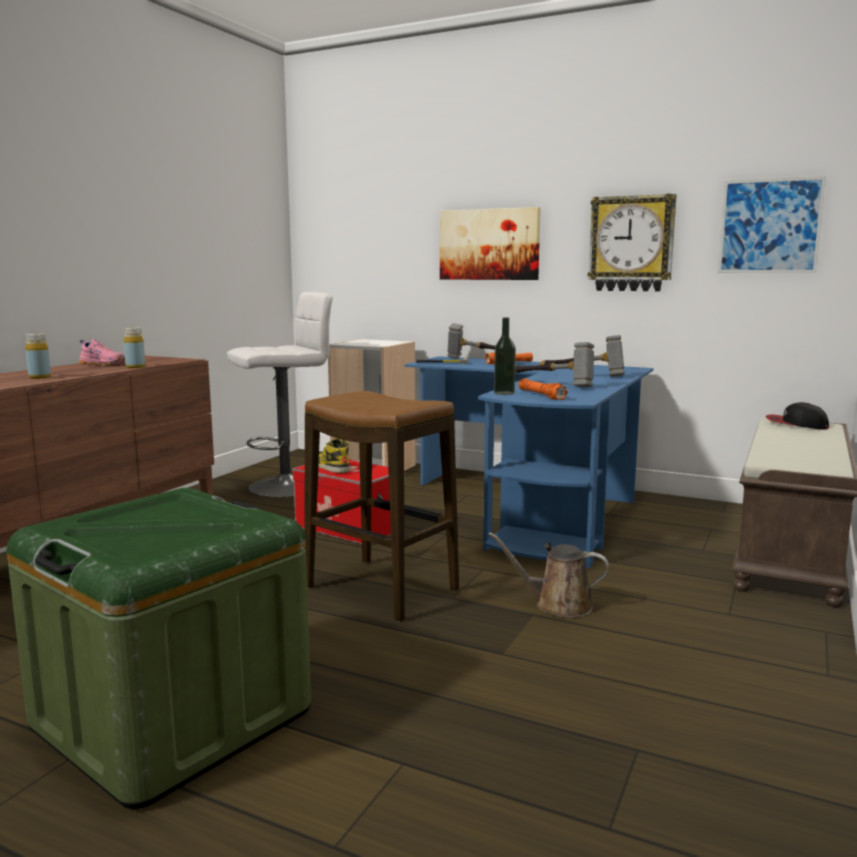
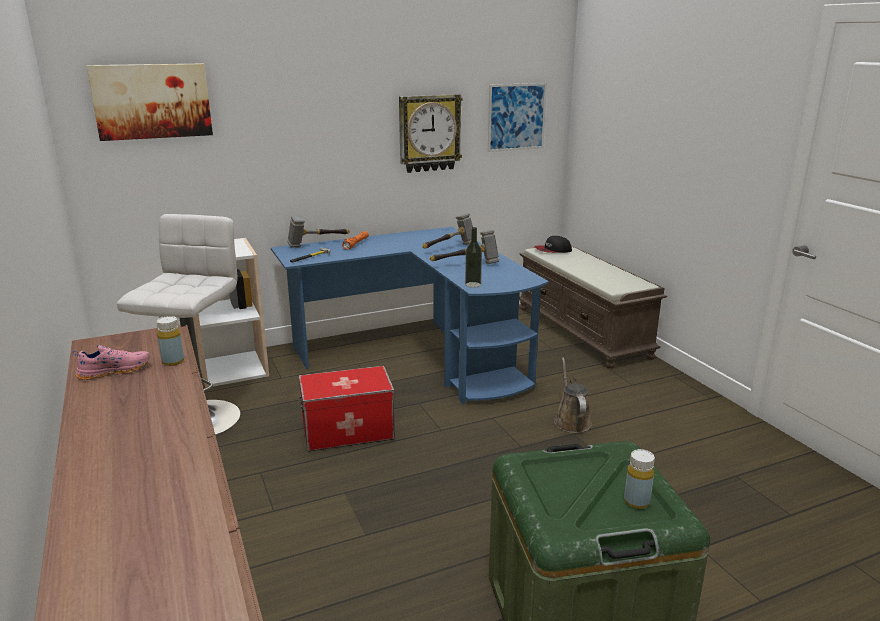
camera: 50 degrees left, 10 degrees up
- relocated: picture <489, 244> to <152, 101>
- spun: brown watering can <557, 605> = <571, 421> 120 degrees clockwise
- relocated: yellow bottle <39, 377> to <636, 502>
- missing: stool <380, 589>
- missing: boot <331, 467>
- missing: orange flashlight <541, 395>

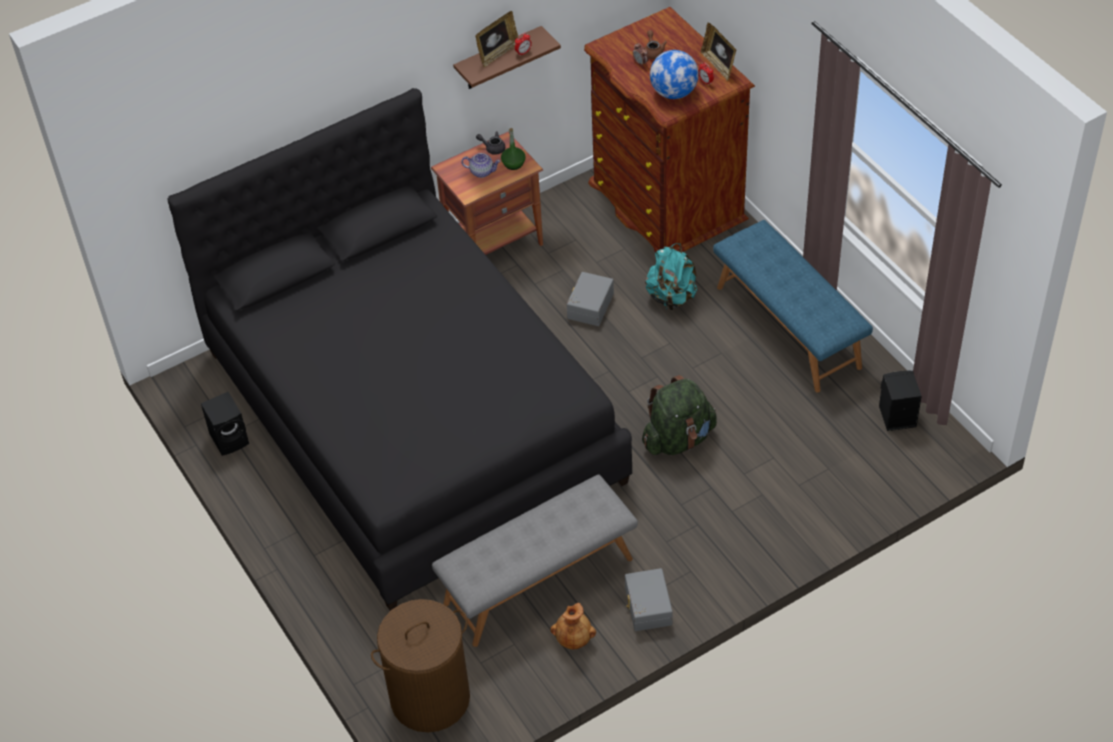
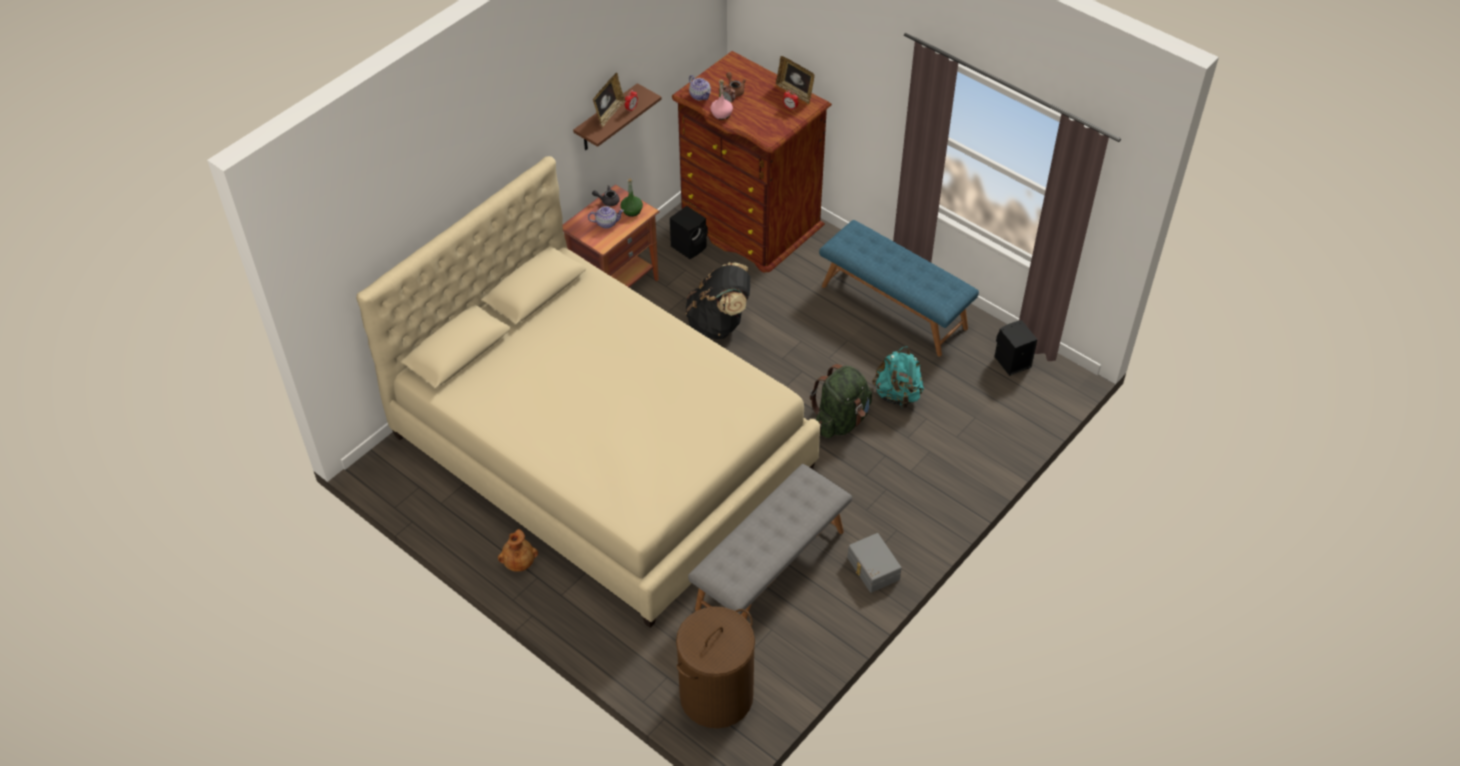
camera: 20 degrees left, 0 degrees up
- colour: black bed <413, 415> to beige bed <602, 451>
- relocated: brown vase <574, 638> to <519, 562>
- relocated: black speaker <231, 438> to <689, 246>
- exchanged: grey storage box <589, 305> to black backpack <719, 323>
- appeared: teapot <700, 95>
- appeared: pink bottle <721, 114>
- relocated: turquoise backpack <672, 297> to <897, 395>
- missing: globe <674, 93>

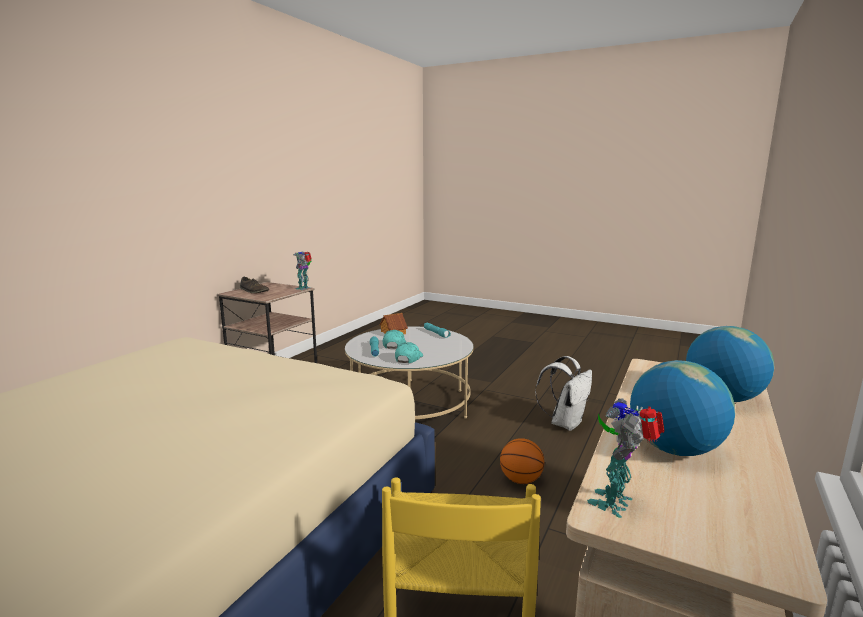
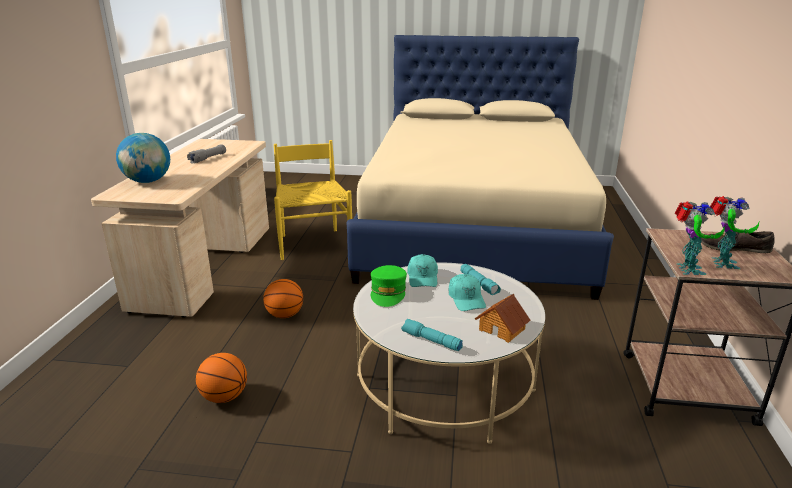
camera: 160 degrees right, 10 degrees up
- exchanged: globe <674, 449> to grey flashlight <208, 158>
- exchanged: white backpack <565, 423> to basketball <224, 397>
- appeared: green cap <388, 293>
- relocated: toy robot <616, 502> to <721, 263>

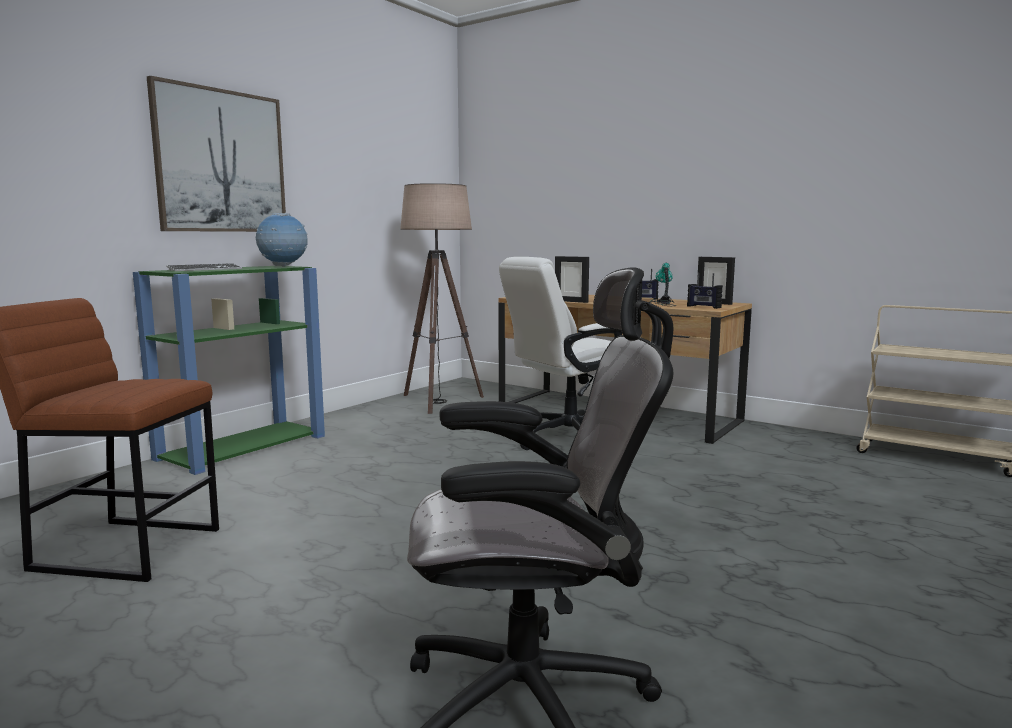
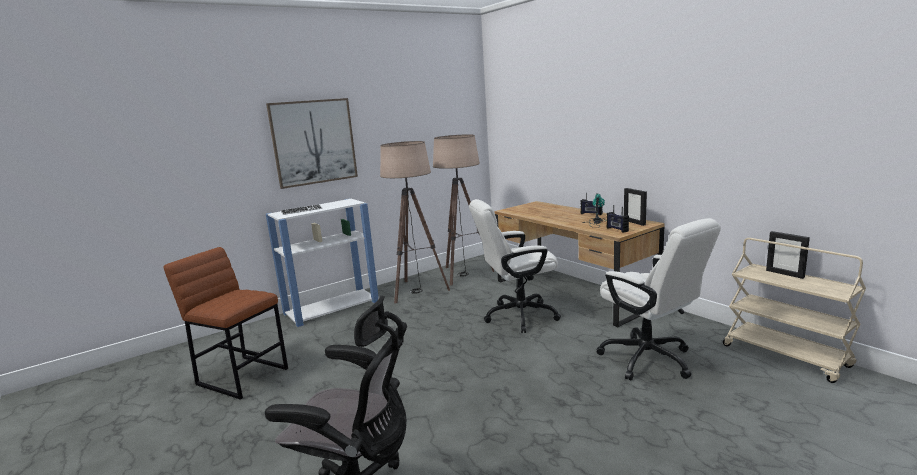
camera: 20 degrees right, 5 degrees up
- colour: green bookcase <244, 447> to white bookcase <332, 307>
- appeared: floor lamp <417, 291>
- appeared: white office chair <650, 361>
- relocated: picture frame <571, 301> to <785, 273>
- missing: globe <283, 266>

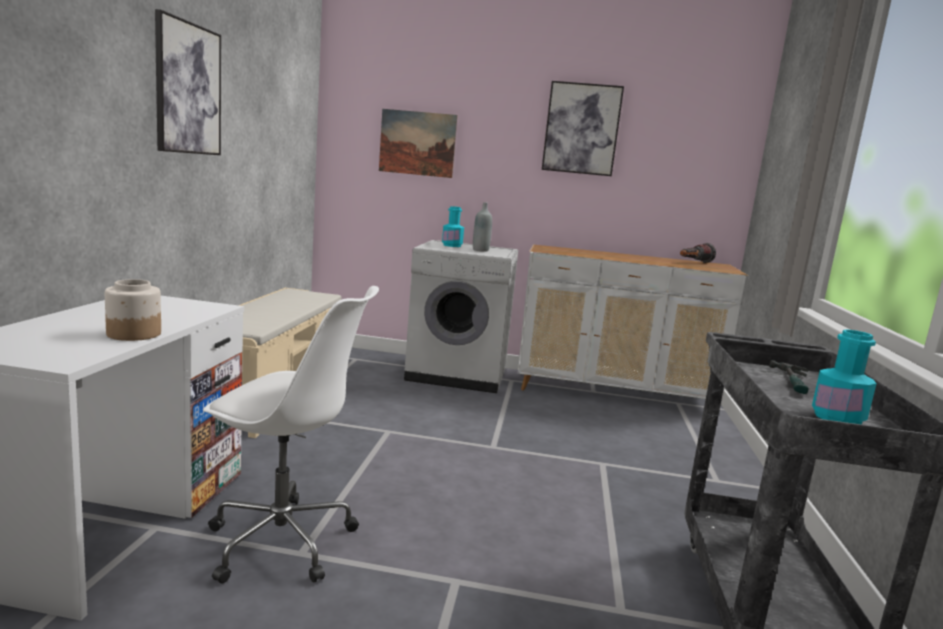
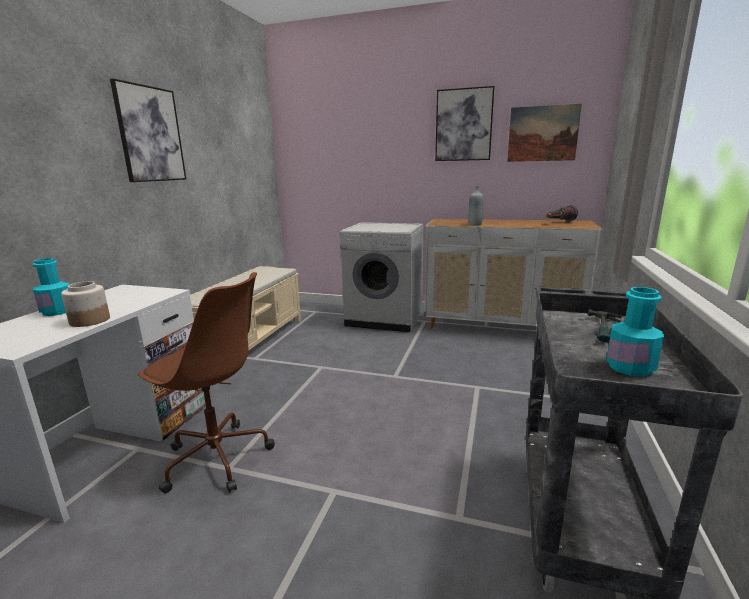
camera: 10 degrees right, 5 degrees up
- relocated: turquoise bottle <452, 245> to <58, 311>
- colour: white office chair <285, 542> to brown office chair <220, 459>
- relocated: grey bottle <480, 250> to <474, 224>
- relocated: picture <417, 143> to <542, 133>

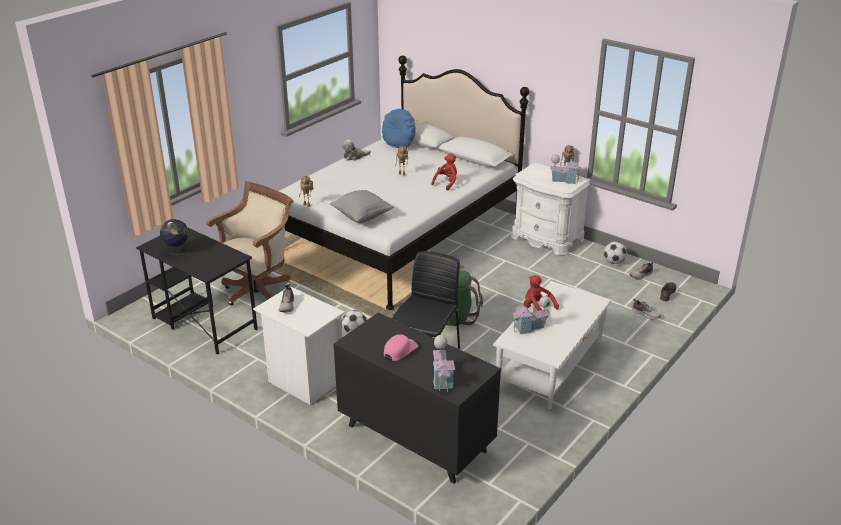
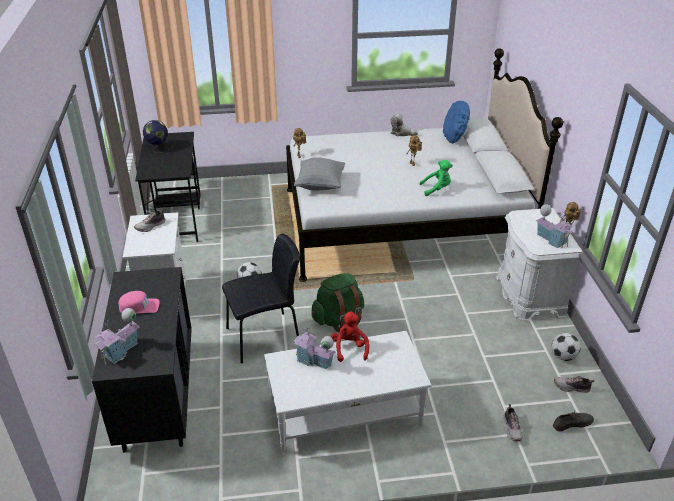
camera: 45 degrees right, 5 degrees up
- colour: red plush toy <446, 183> to green plush toy <436, 189>
- missing: office chair <258, 290>

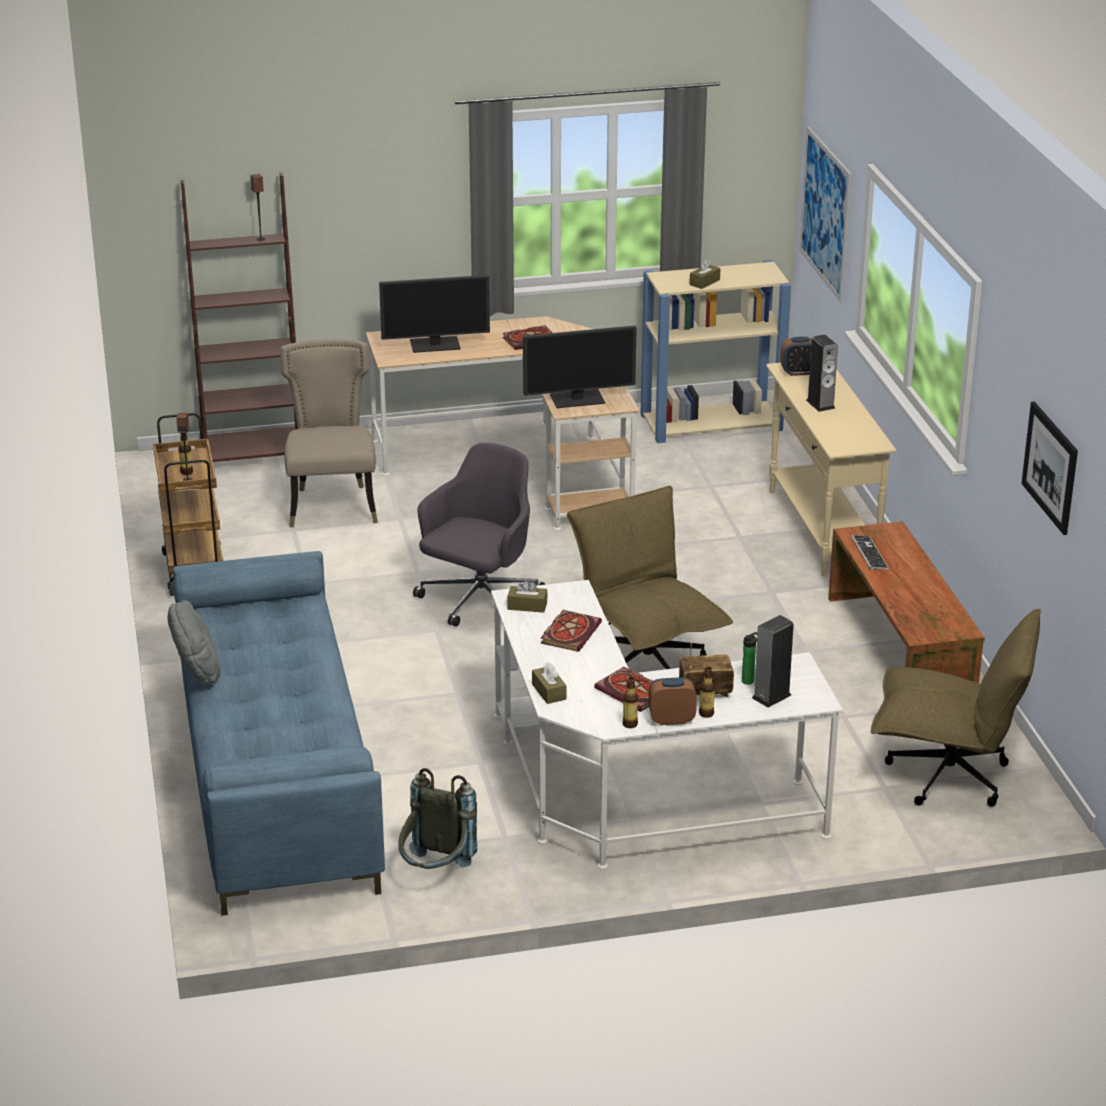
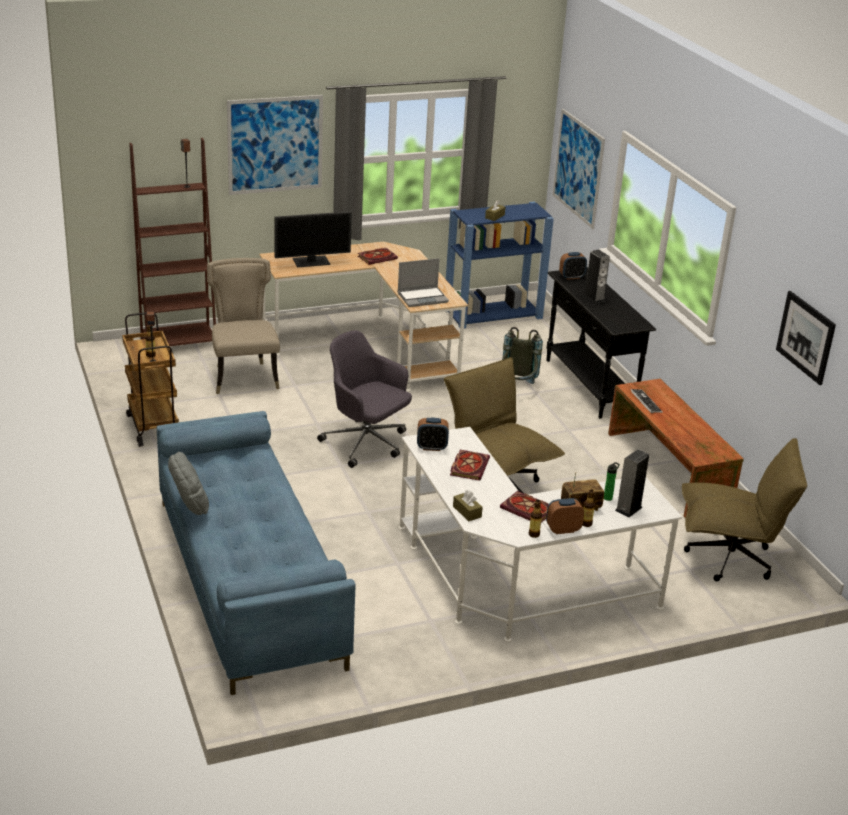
camera: 10 degrees left, 0 degrees up
- appeared: picture <275, 144>
- spun: grey office chair <479, 601> = <366, 444> 75 degrees counterclockwise
- exchanged: monitor <578, 399> to laptop <423, 297>
- exchanged: brown tissue box <527, 606> to alarm clock <431, 447>
- colour: beige bookcase <712, 422> to blue bookcase <494, 314>
- relocated: grey backpack <435, 873> to <517, 387>
- colour: beige console table <822, 530> to black console table <589, 386>

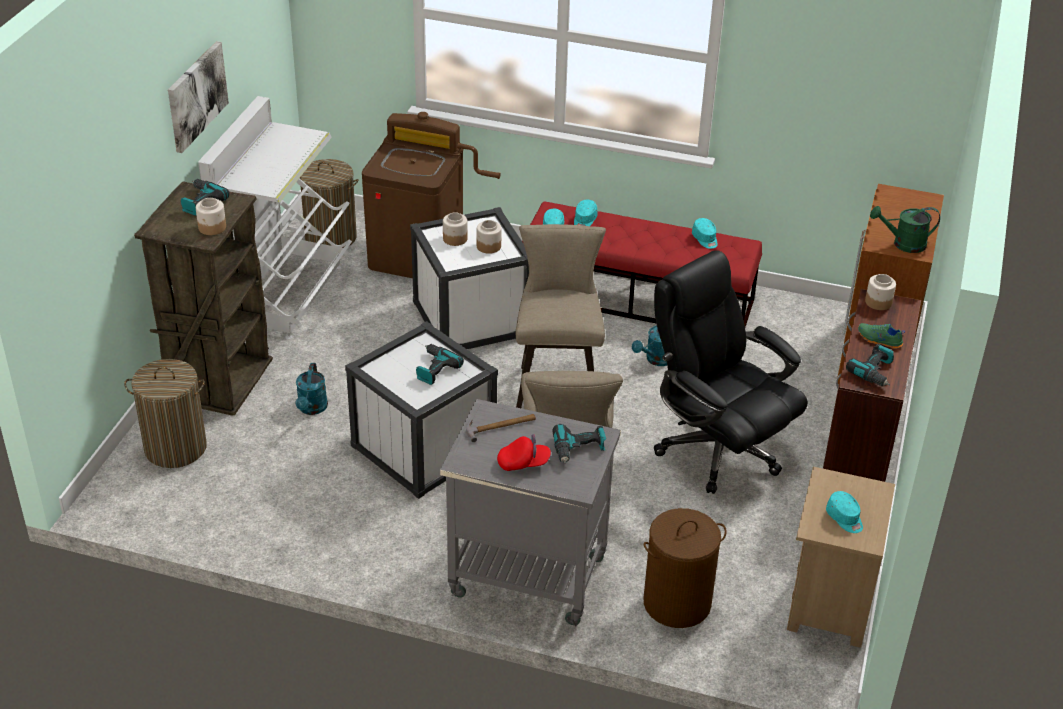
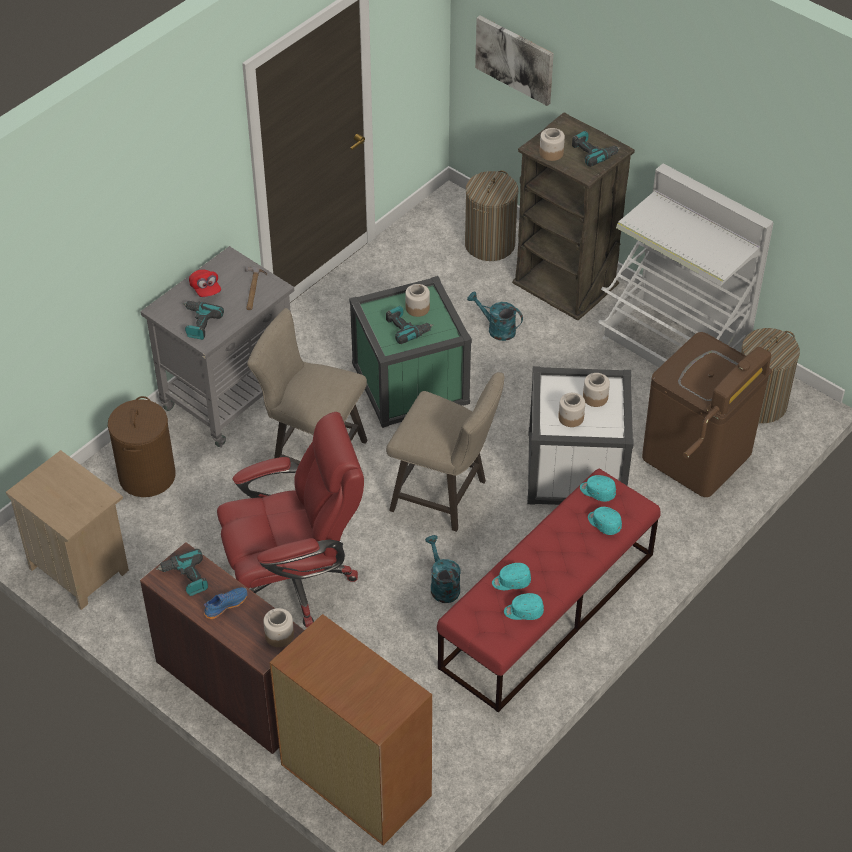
camera: 115 degrees right, 10 degrees up
- spun: red cap <523, 463> = <205, 289> 45 degrees counterclockwise
- colour: green shoe <879, 340> to blue shoe <225, 605>
- colour: black office chair <718, 450> to red office chair <294, 578>
- colour: white storage box <423, 448> to green storage box <410, 383>
- appeared: jar <417, 308>
- relocated: picture <196, 96> to <515, 59>
- relocated: turquoise cap <844, 518> to <511, 582>
- missing: green watering can <903, 244>

